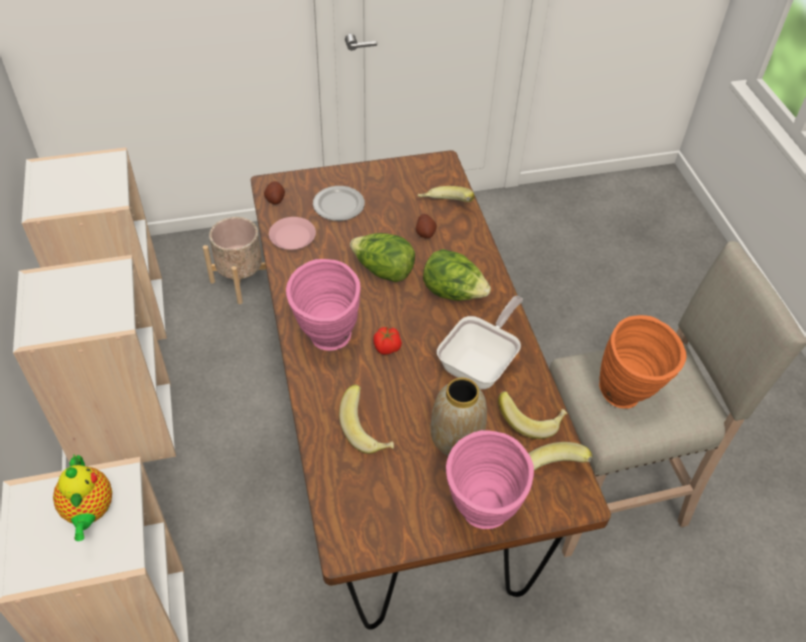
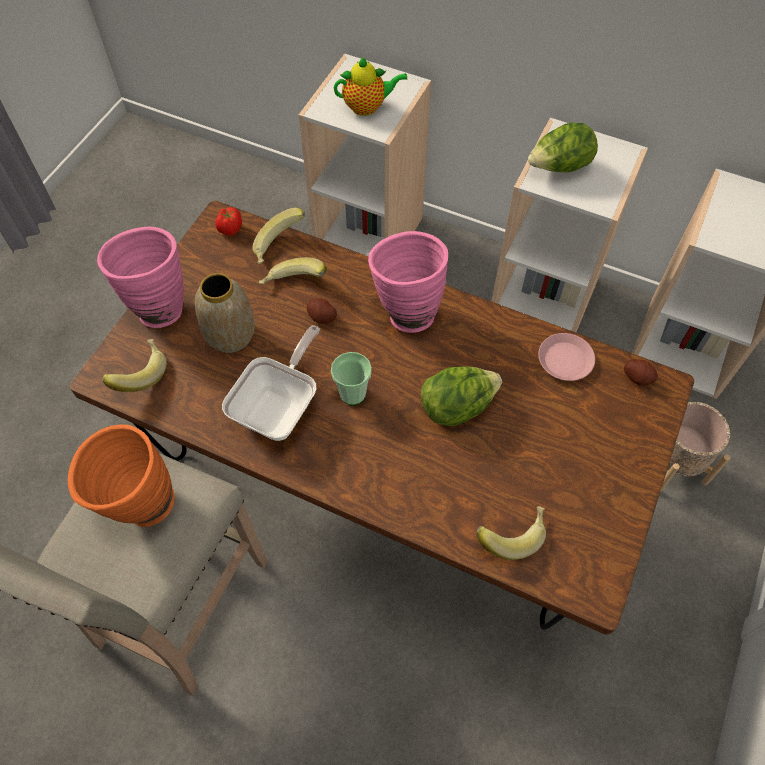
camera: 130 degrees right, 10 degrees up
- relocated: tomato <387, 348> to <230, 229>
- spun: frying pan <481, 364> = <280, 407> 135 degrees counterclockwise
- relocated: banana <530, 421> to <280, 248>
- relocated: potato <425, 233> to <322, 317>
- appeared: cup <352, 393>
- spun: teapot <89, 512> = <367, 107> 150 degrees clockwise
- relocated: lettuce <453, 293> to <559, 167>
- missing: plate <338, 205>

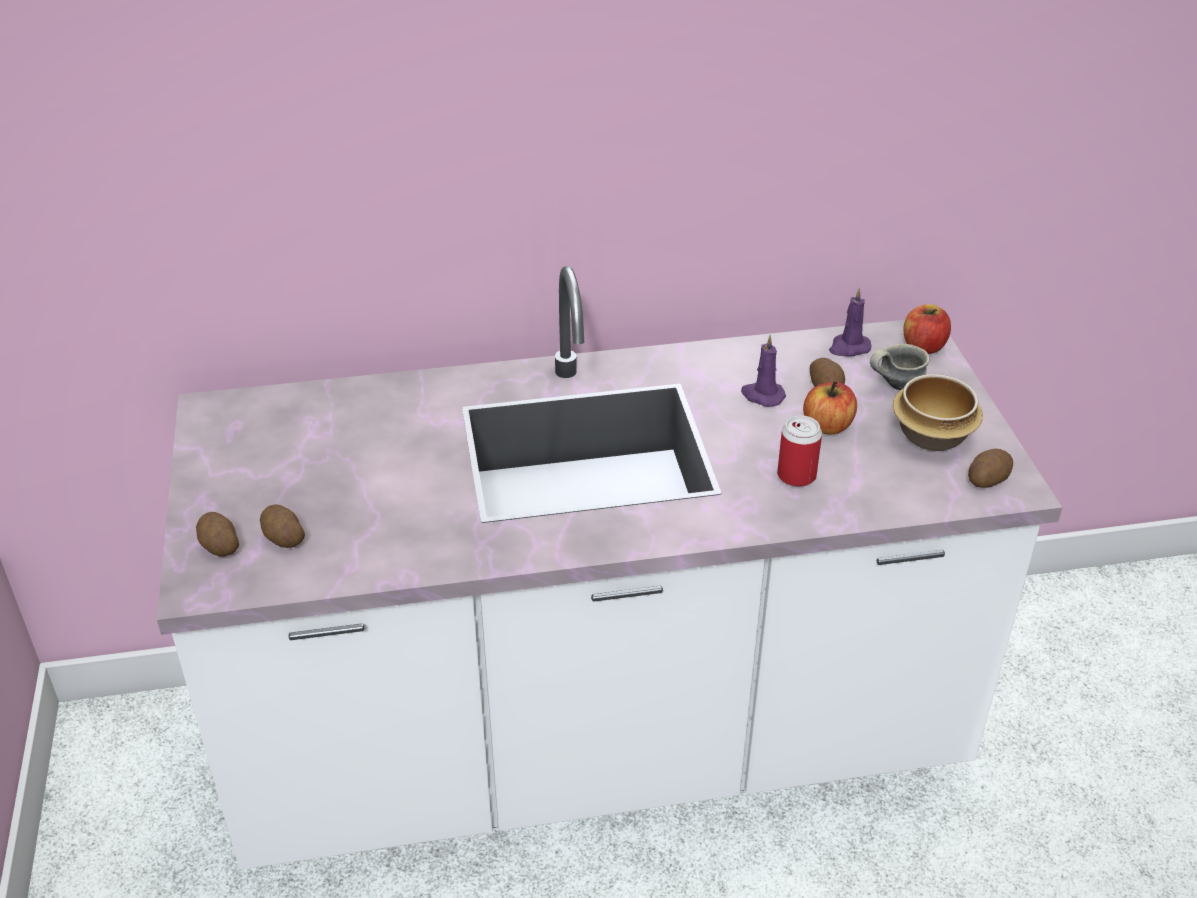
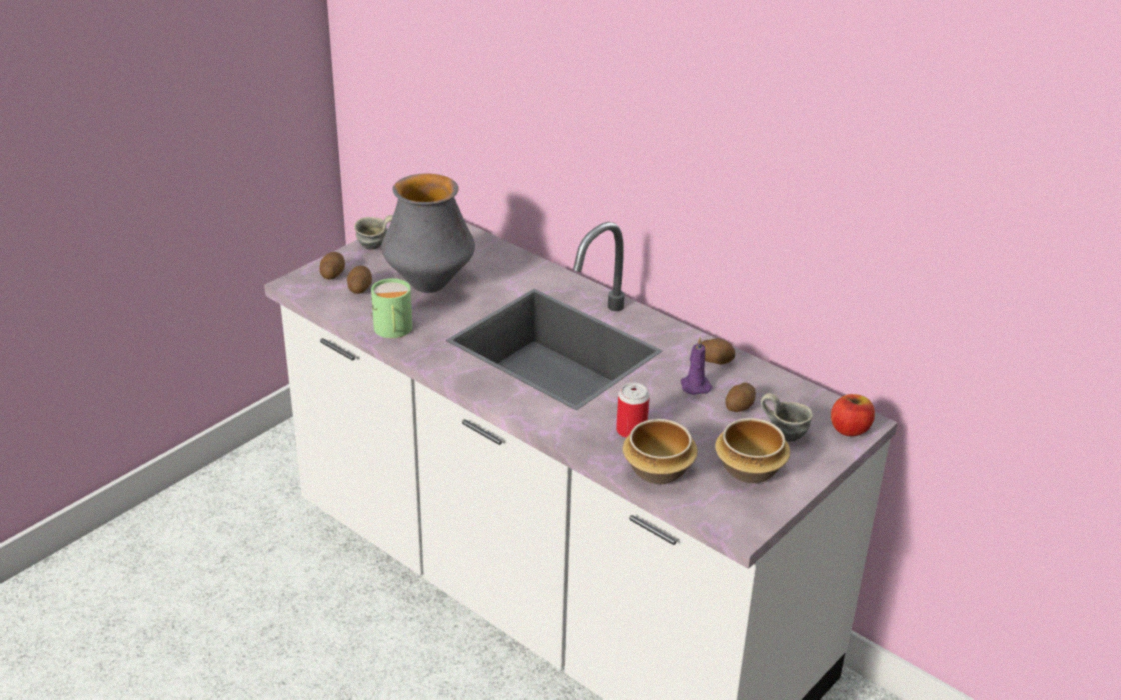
camera: 50 degrees right, 5 degrees down
- appeared: grey mug <375, 247>
- appeared: green mug <392, 330>
- appeared: vase <429, 284>
- appeared: bowl <660, 471>
- relocated: potato <987, 479> to <715, 360>
- missing: apple <827, 426>
- missing: purple candle <849, 348>

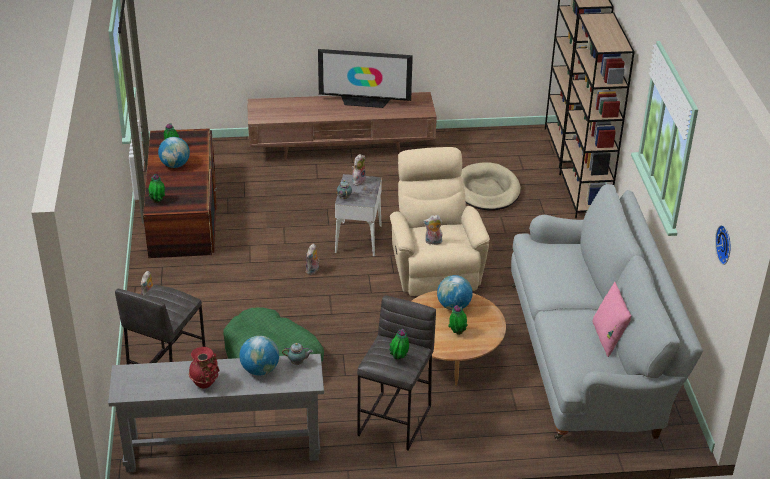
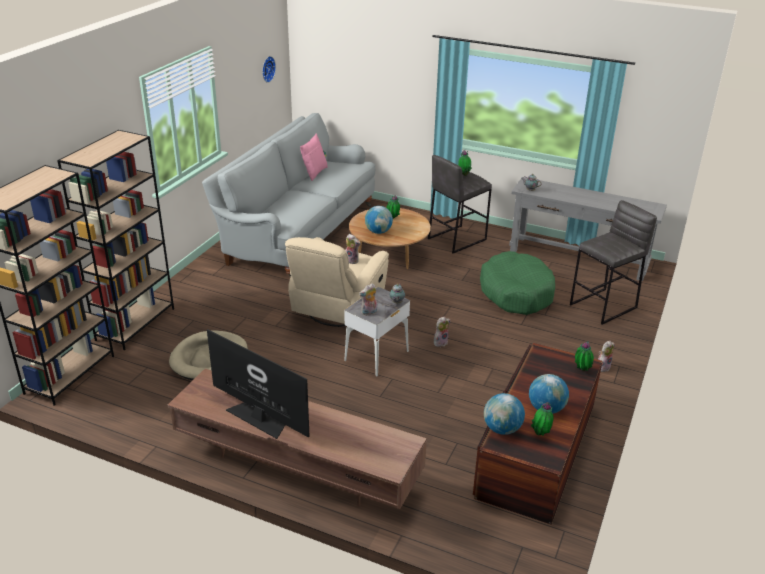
camera: 150 degrees left, 5 degrees down
- relocated: globe <260, 370> to <502, 429>
- missing: red vase <206, 383>

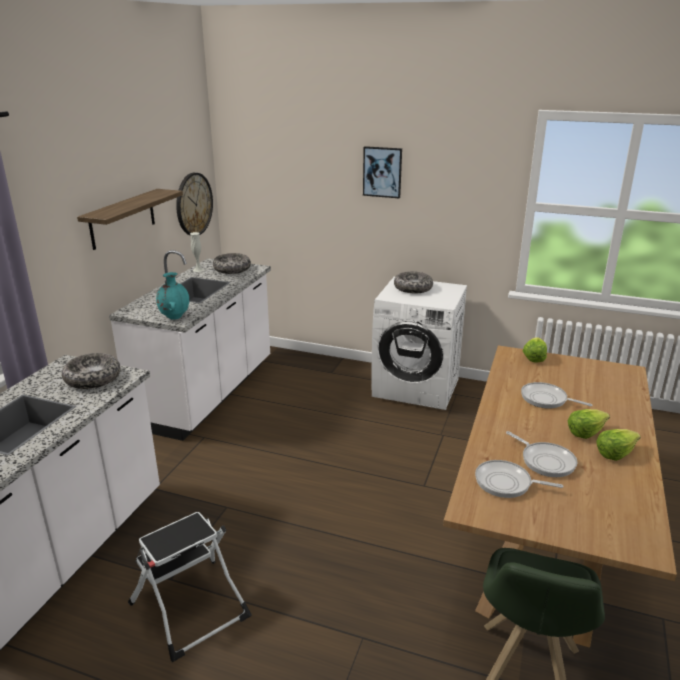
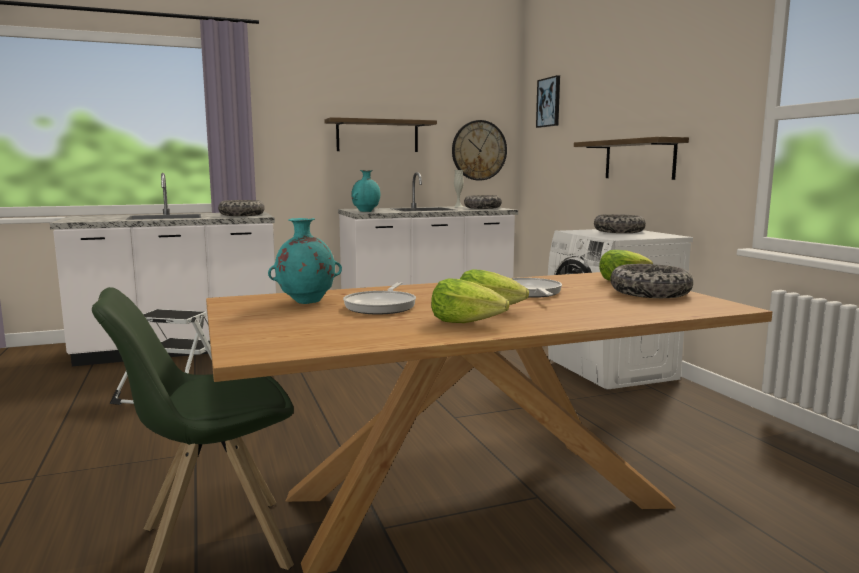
camera: 50 degrees right, 15 degrees down
- exchanged: frying pan <506, 483> to turquoise vase <306, 302>
- relocated: picture <382, 172> to <549, 102>
- appeared: shelf <639, 159>
- appeared: bowl <650, 293>

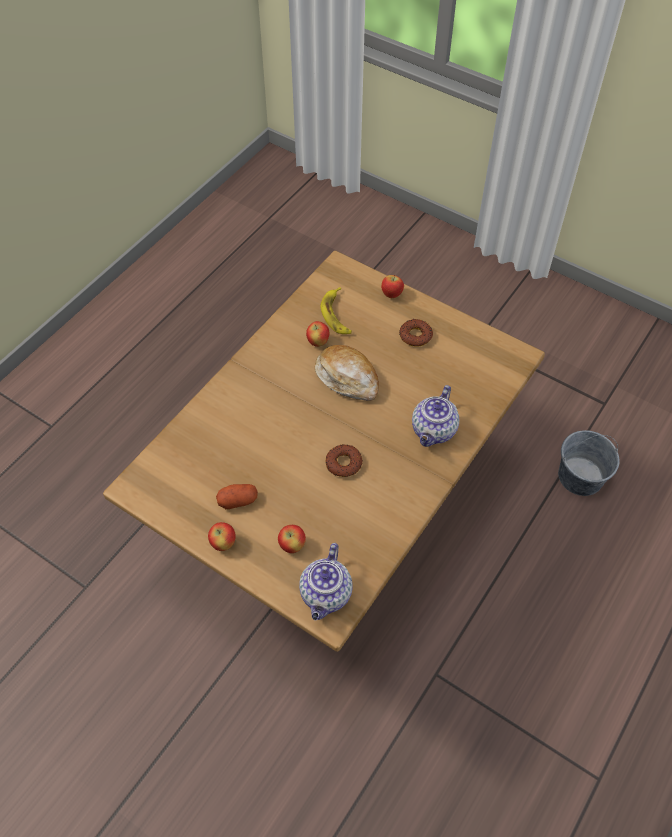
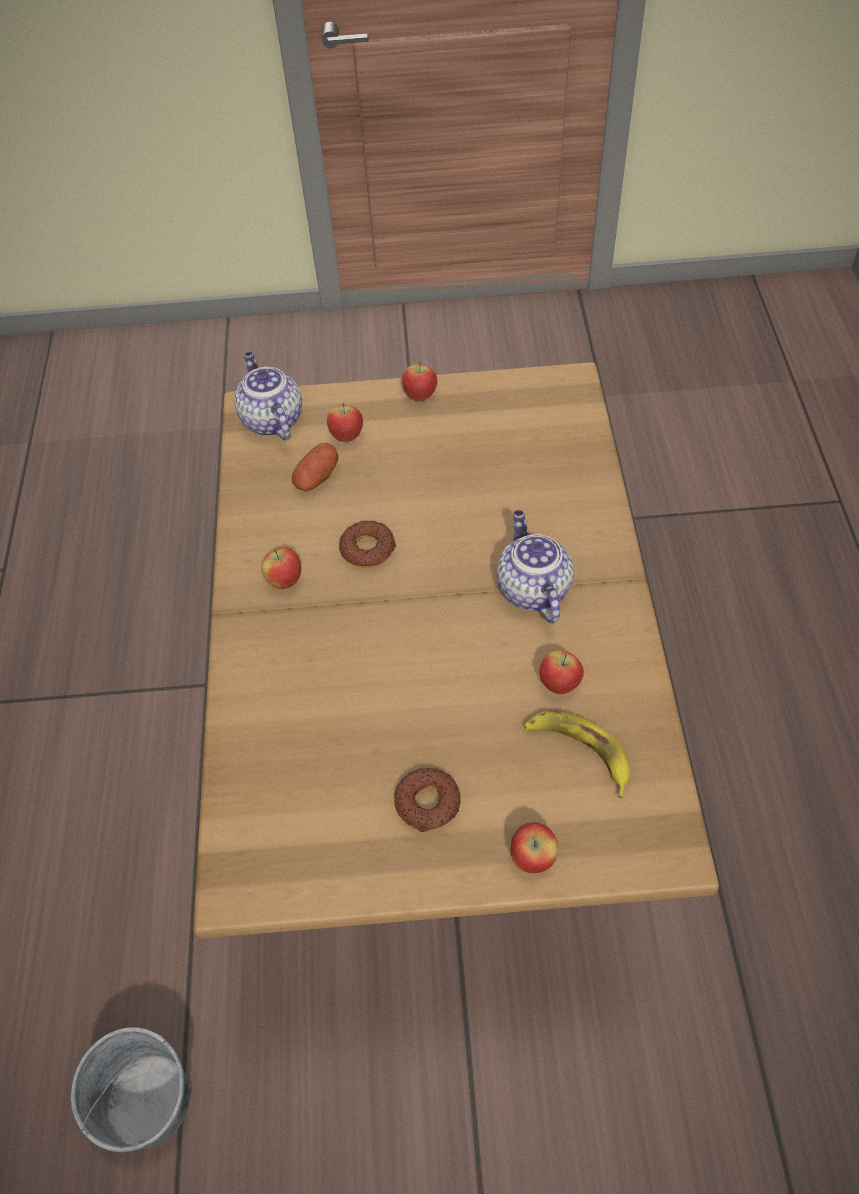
camera: 145 degrees right, 0 degrees up
- appeared: apple <285, 581>
- relocated: potato <238, 500> to <317, 477>
- relocated: teapot <434, 431> to <532, 588>
- missing: bread <347, 378>

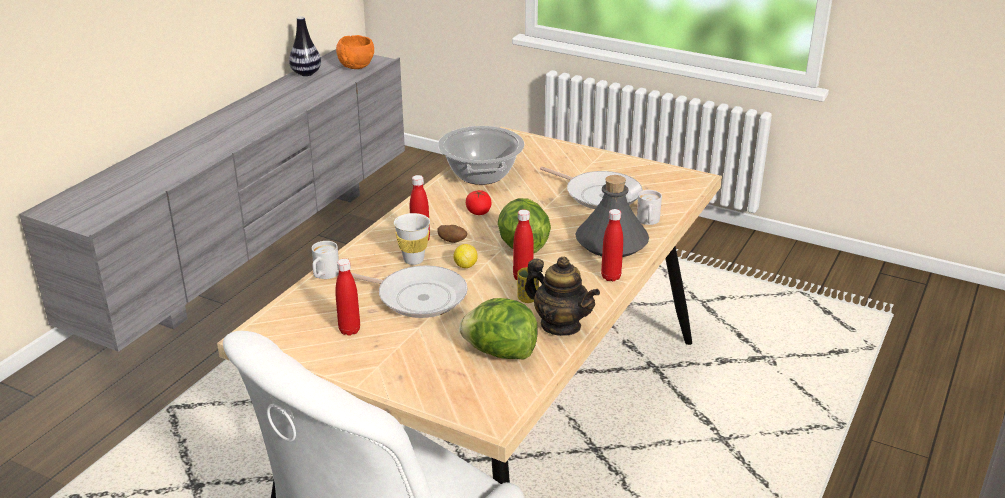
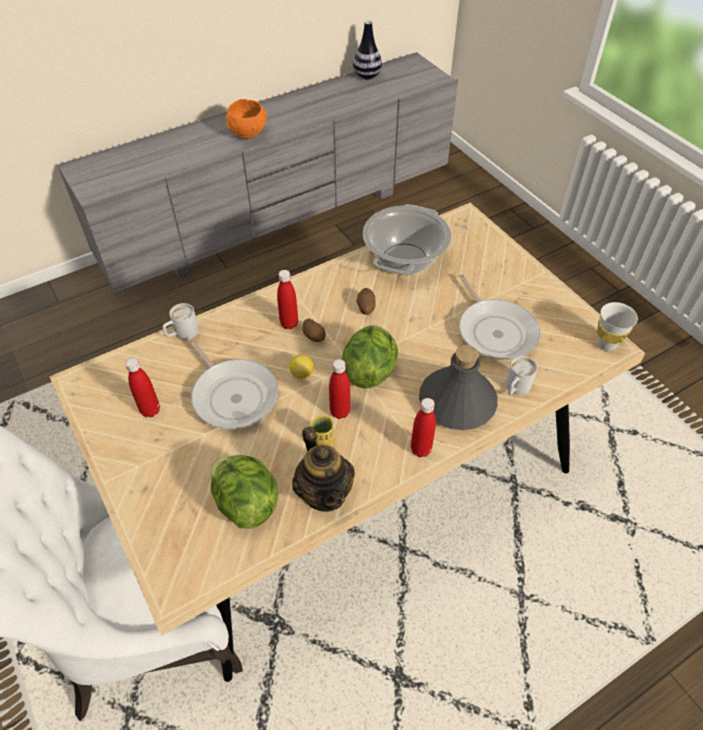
camera: 30 degrees right, 20 degrees up
- relocated: orange bowl <356, 67> to <247, 134>
- exchanged: tomato <478, 212> to potato <365, 308>
- relocated: white cup <413, 260> to <606, 344>

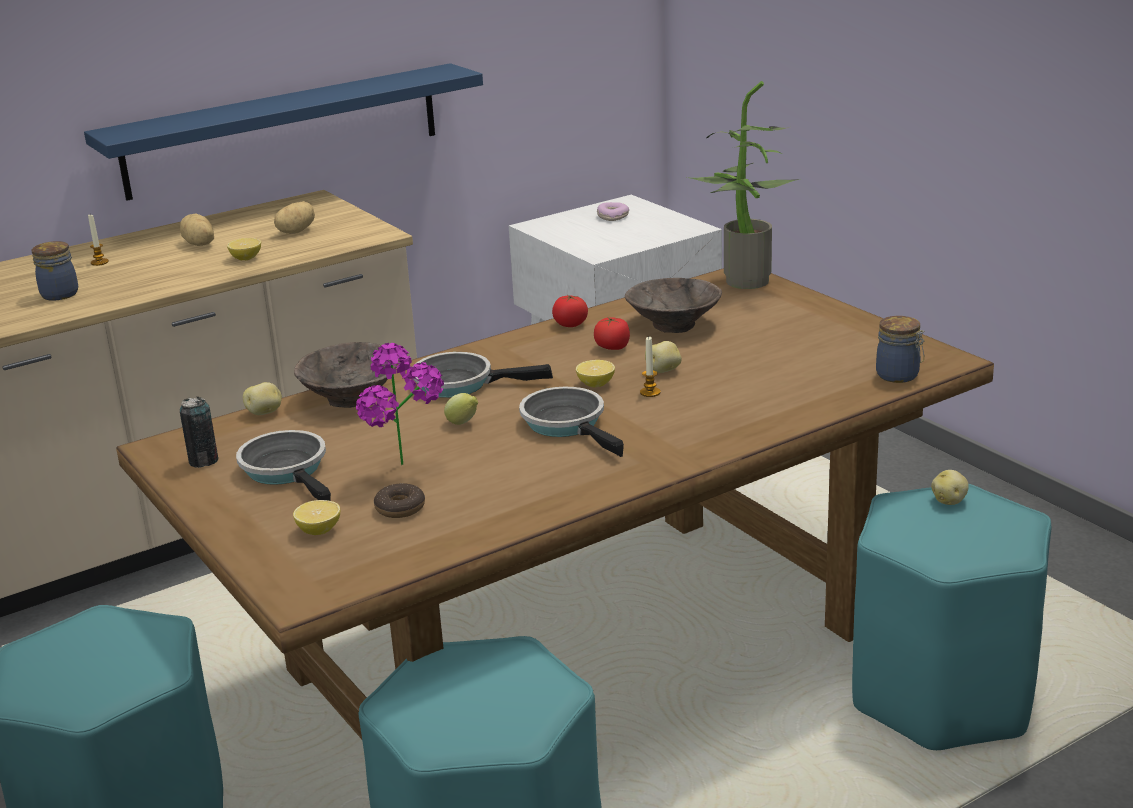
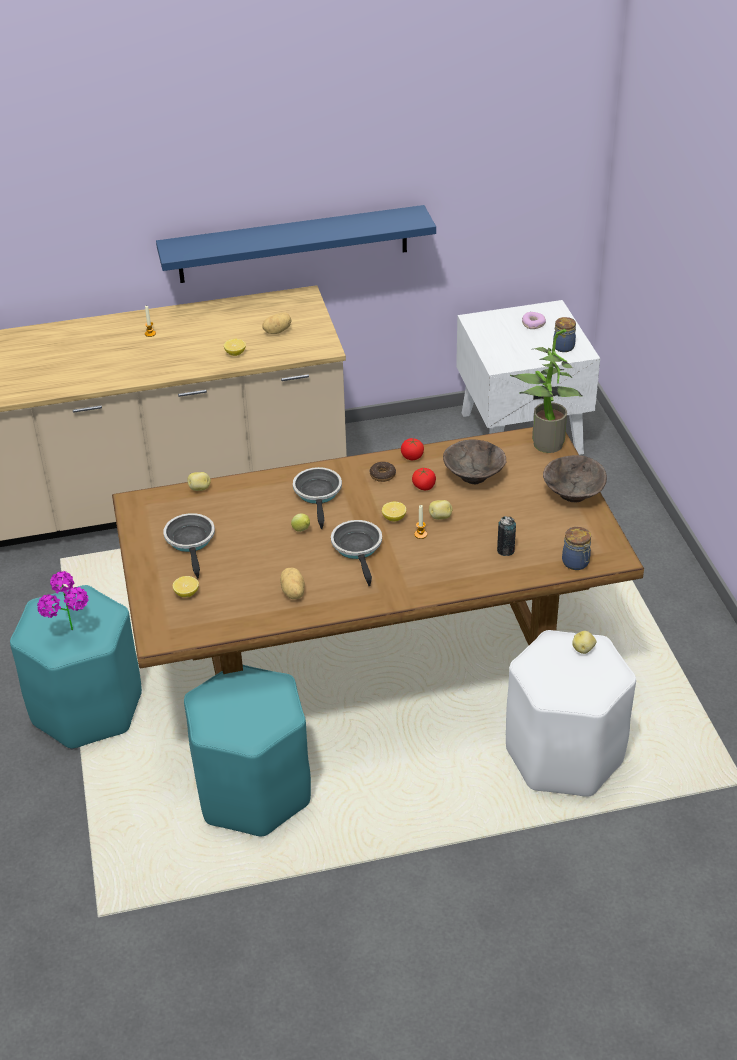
camera: 20 degrees right, 15 degrees up
- relocated: potted plant <408, 470> to <72, 636>
- relocated: potato <199, 244> to <292, 592>
- spun: frying pan <460, 383> = <318, 494> 60 degrees clockwise
- relocated: donut <400, 508> to <382, 475>
- relocated: can <203, 461> to <505, 550>
- colour: turquoise stool <942, 697> to white stool <563, 755>
- relocated: brown bowl <349, 398> to <573, 493>
- relocated: jar <61, 294> to <564, 346>

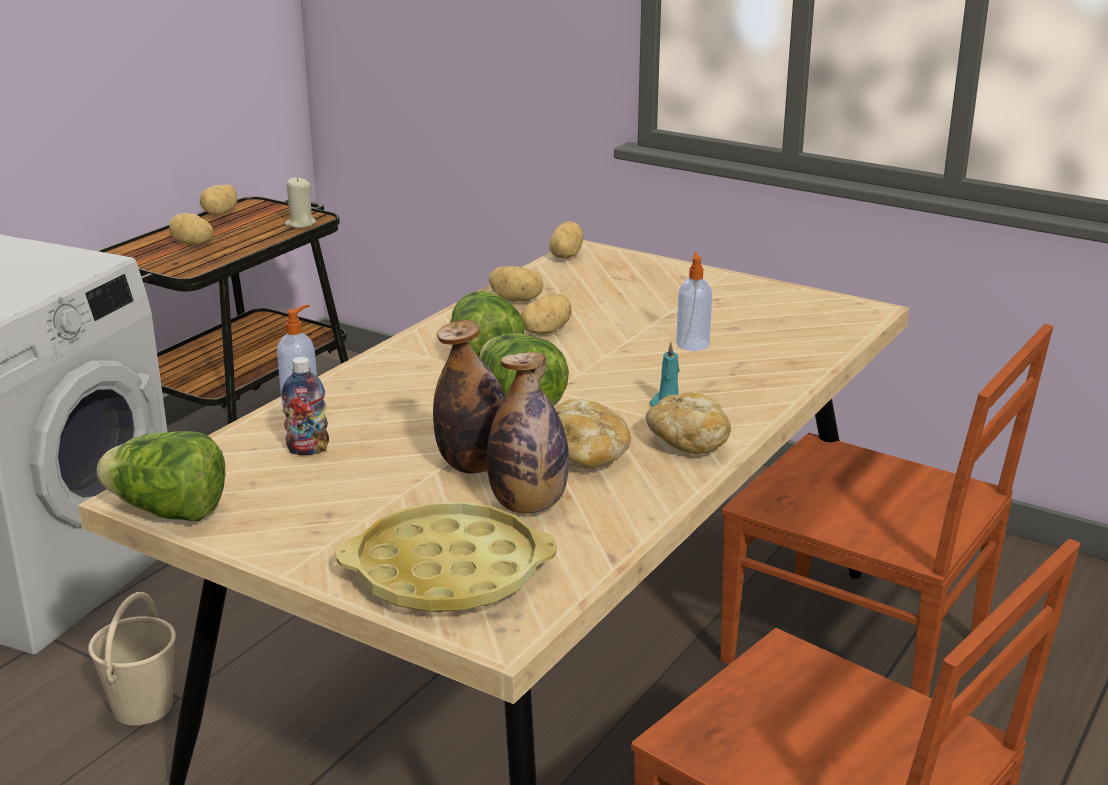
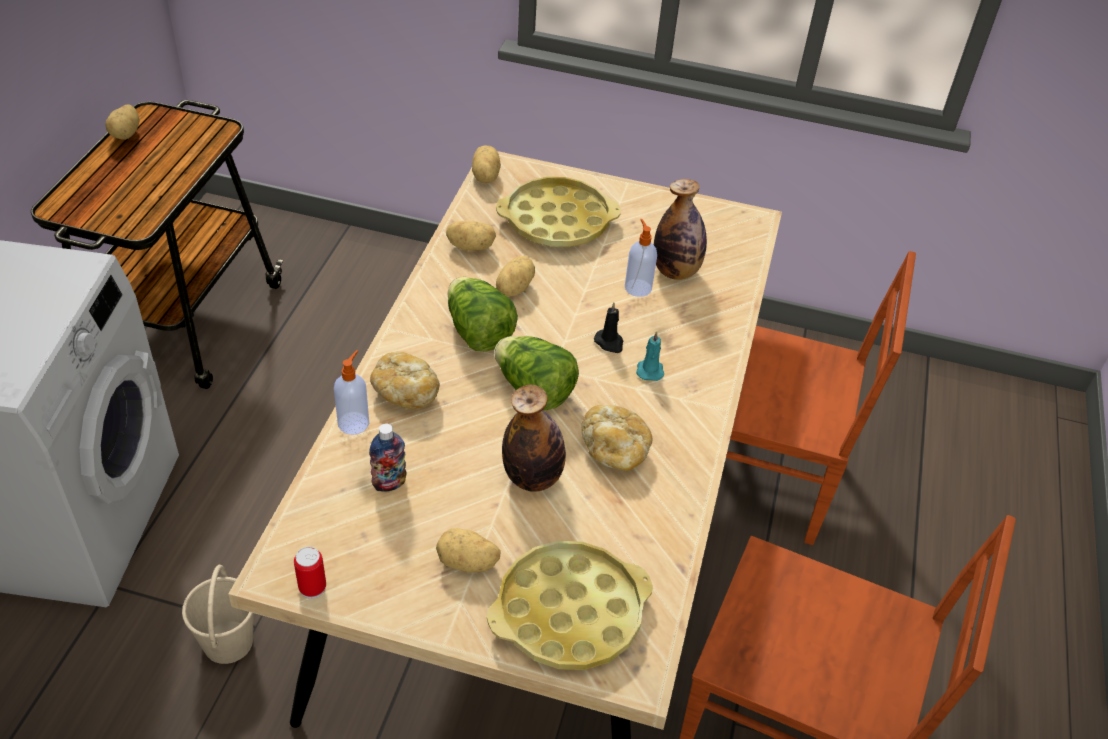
camera: 20 degrees left, 20 degrees up
- exchanged: lettuce <168, 512> to can <312, 587>
- relocated: bread <687, 442> to <405, 392>
- relocated: potato <192, 244> to <467, 563>
- appeared: yellow tray <557, 220>
- appeared: black candle <609, 343>
- relocated: bottle <528, 505> to <676, 271>
- missing: beige candle <300, 224>

